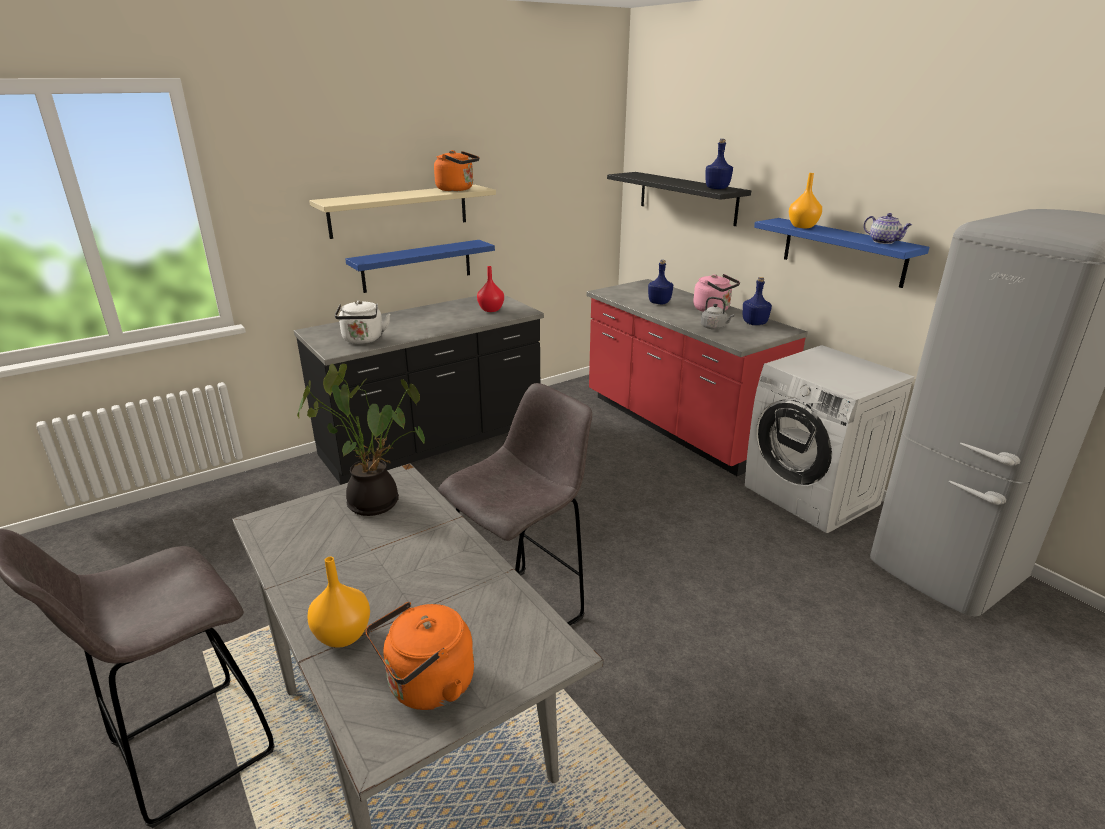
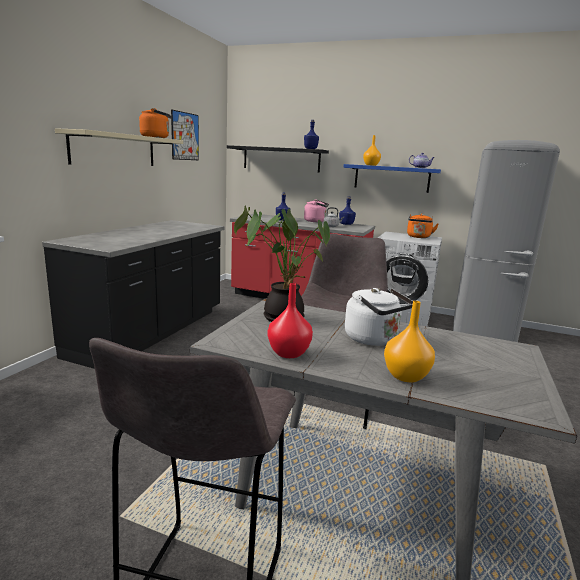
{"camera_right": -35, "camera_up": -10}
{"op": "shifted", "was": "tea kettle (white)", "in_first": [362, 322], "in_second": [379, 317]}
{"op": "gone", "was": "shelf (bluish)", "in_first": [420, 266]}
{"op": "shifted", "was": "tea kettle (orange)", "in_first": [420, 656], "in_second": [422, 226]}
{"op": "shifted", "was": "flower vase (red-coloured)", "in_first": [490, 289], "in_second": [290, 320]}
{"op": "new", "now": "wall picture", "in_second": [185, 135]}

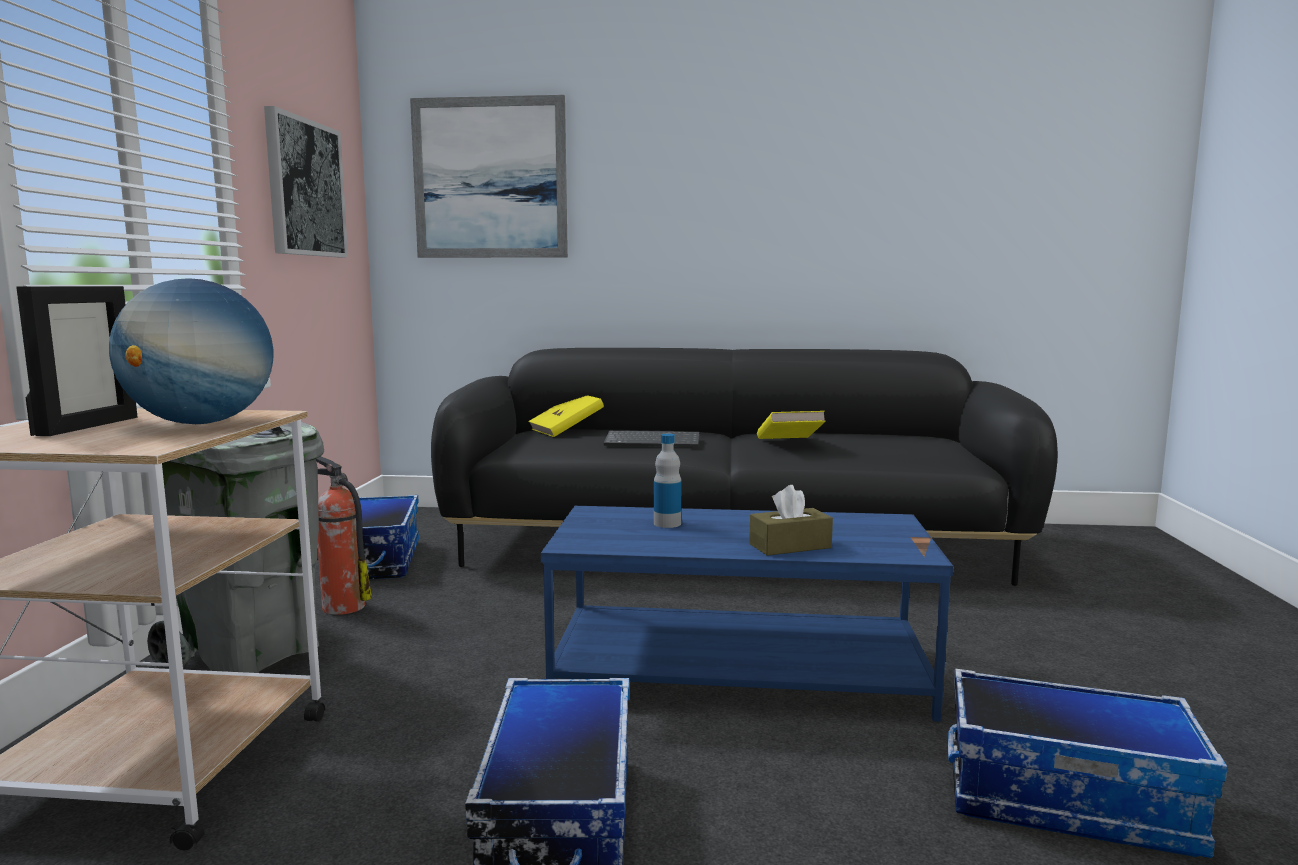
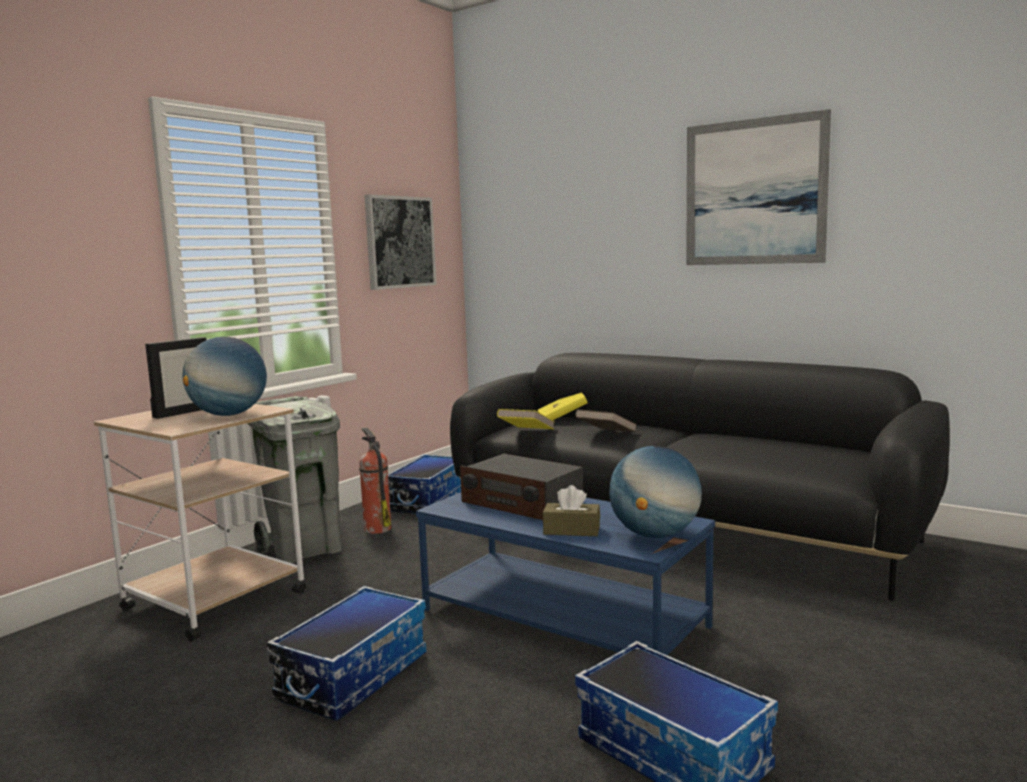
{"camera_right": 30, "camera_up": 0}
{"op": "shifted", "was": "wall picture", "in_first": [489, 176], "in_second": [758, 187]}
{"op": "swapped", "was": "computer keyboard", "now": "volume (brown-coloured)", "in_first": [651, 439], "in_second": [606, 420]}
{"op": "swapped", "was": "drink bottle", "now": "radio set", "in_first": [667, 481], "in_second": [521, 487]}
{"op": "shifted", "was": "volume (yellow-coloured)", "in_first": [791, 425], "in_second": [526, 419]}
{"op": "new", "now": "globe", "in_second": [655, 492]}

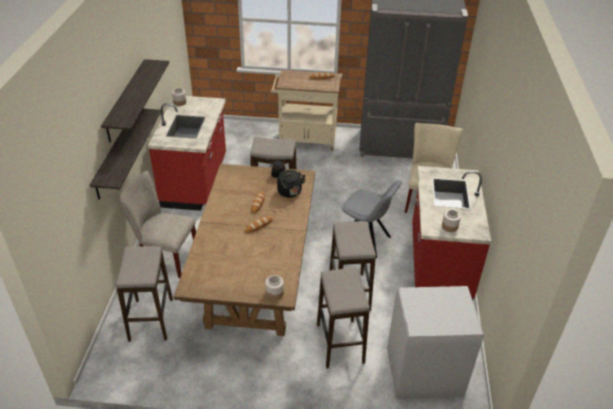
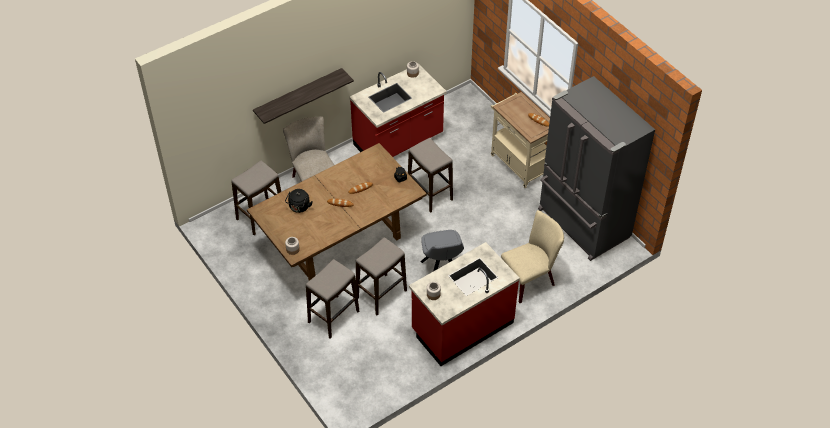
{"camera_right": 50, "camera_up": 10}
{"op": "gone", "was": "shelf", "in_first": [135, 100]}
{"op": "shifted", "was": "tea kettle (black-coloured)", "in_first": [291, 184], "in_second": [299, 201]}
{"op": "gone", "was": "laundry machine (white)", "in_first": [435, 342]}

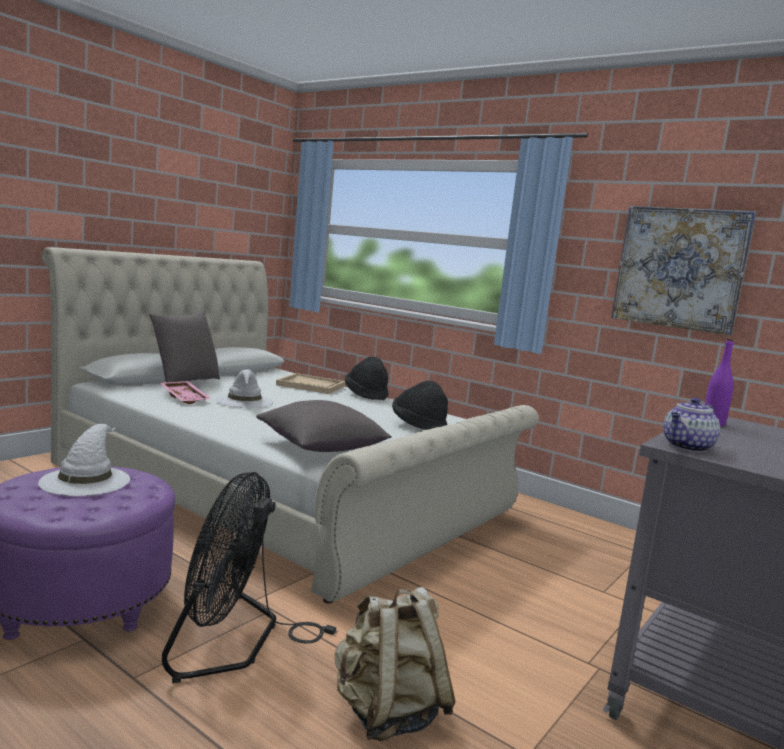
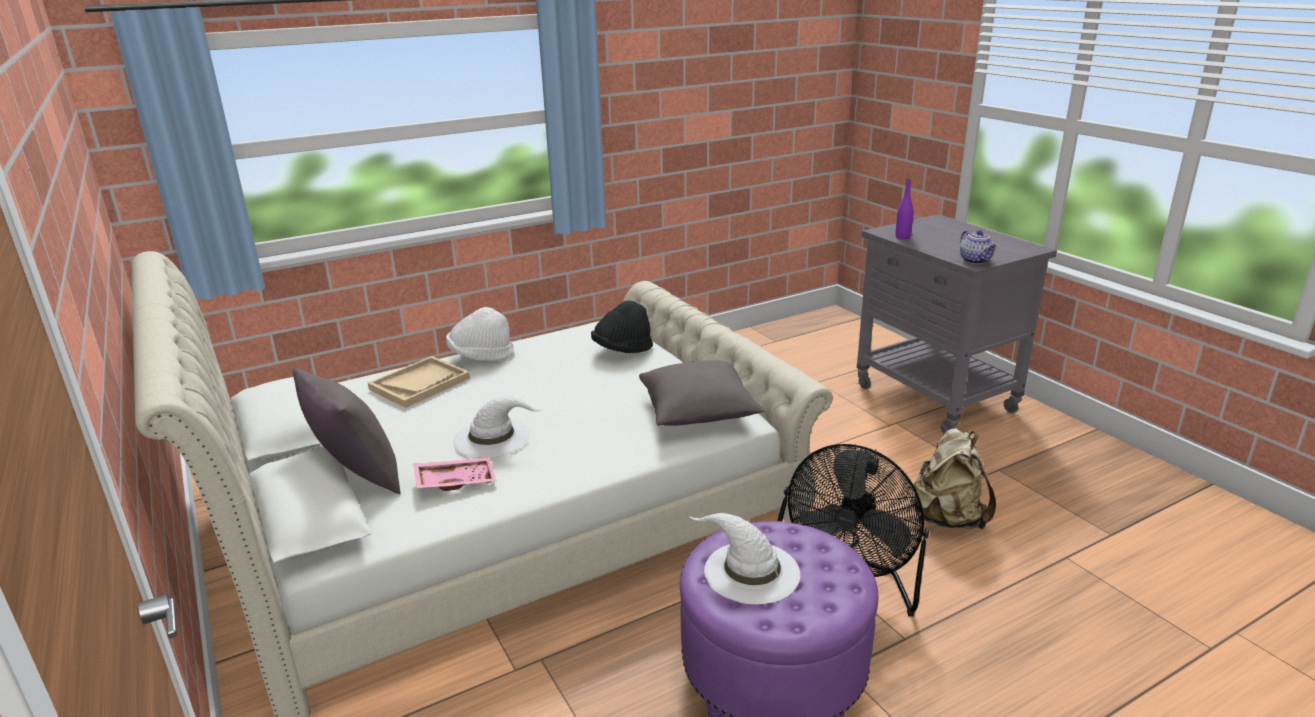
{"camera_right": -65, "camera_up": 15}
{"op": "repainted", "was": "hat (black-coloured)", "now": "hat (white)", "in_first": [367, 378], "in_second": [480, 334]}
{"op": "gone", "was": "wall picture", "in_first": [683, 270]}

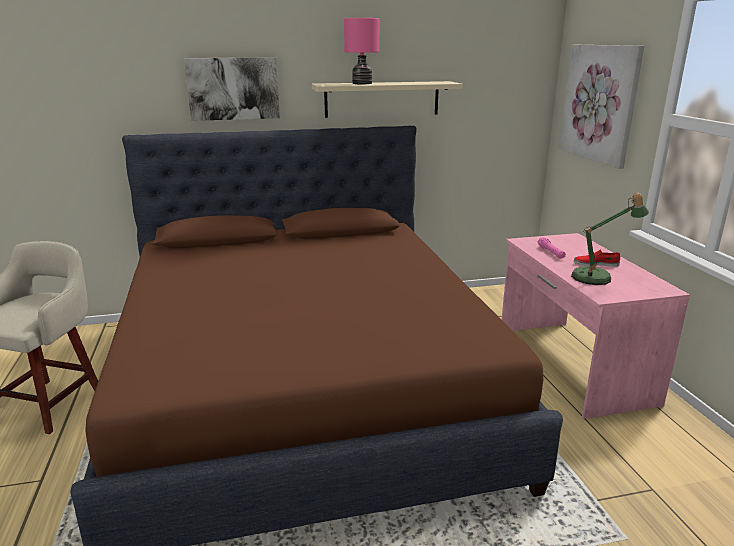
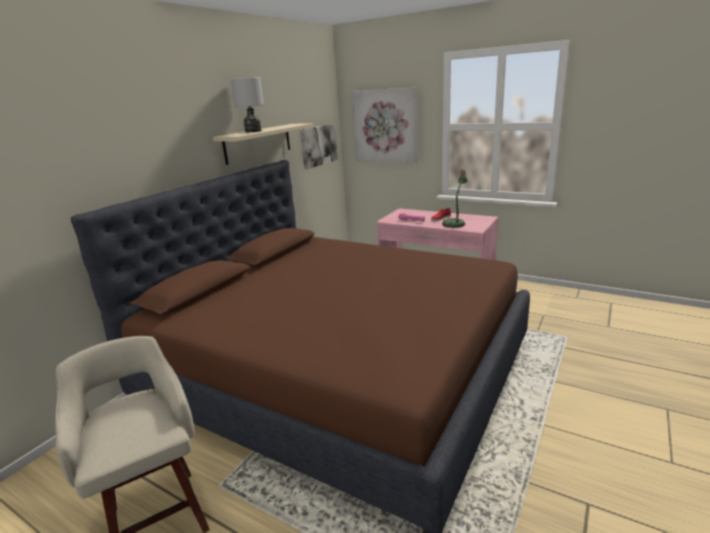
{"camera_right": -45, "camera_up": 0}
{"op": "shifted", "was": "wall picture", "in_first": [232, 89], "in_second": [319, 146]}
{"op": "repainted", "was": "lamp for a table (pink-coloured)", "now": "lamp for a table (gray)", "in_first": [362, 51], "in_second": [247, 104]}

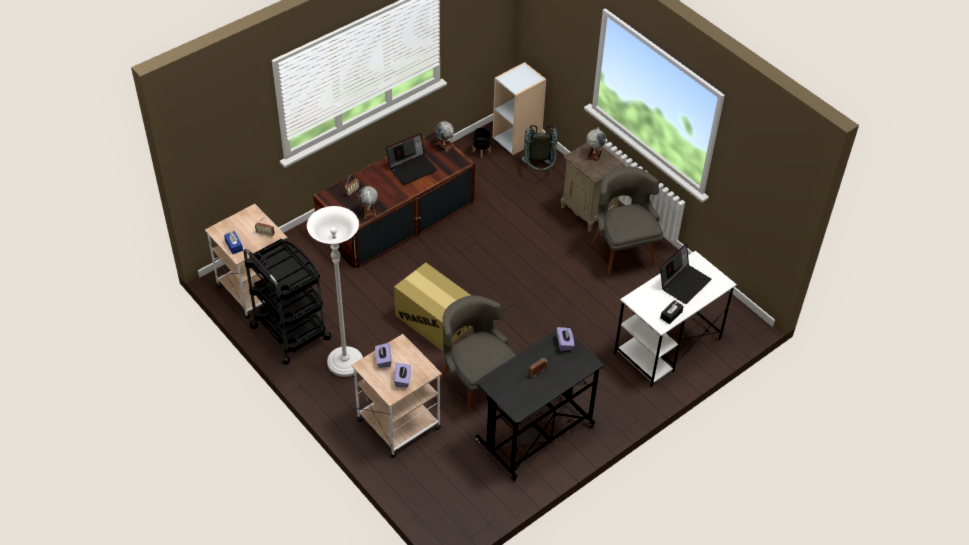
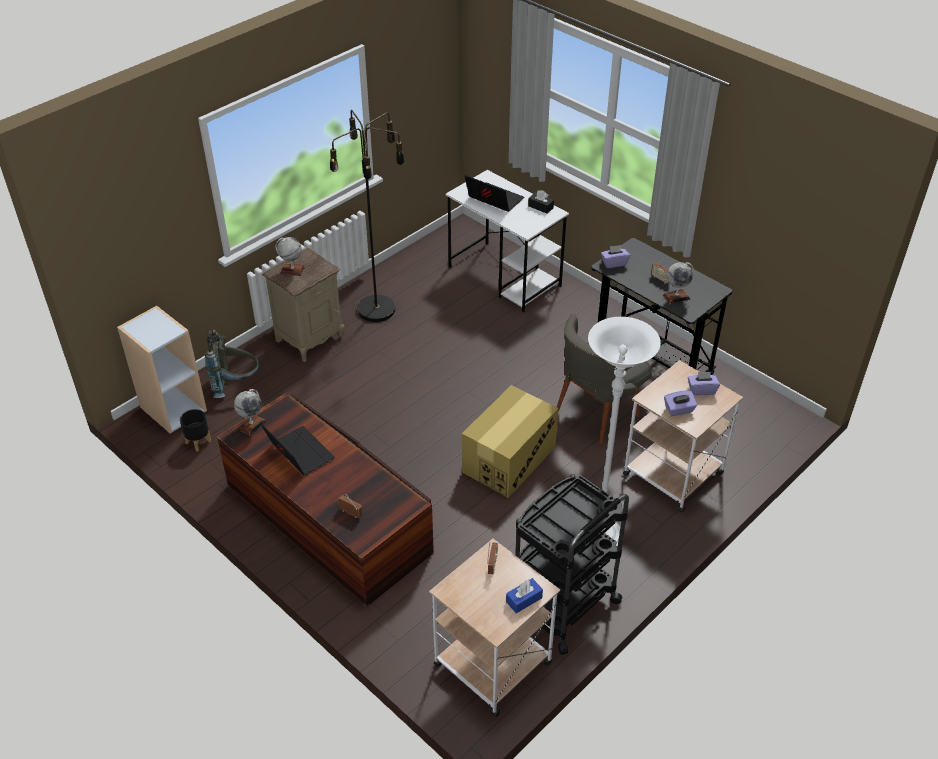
{"camera_right": -95, "camera_up": -5}
{"op": "shifted", "was": "globe", "in_first": [368, 202], "in_second": [678, 283]}
{"op": "swapped", "was": "plain chair (gray)", "now": "standing lamp", "in_first": [627, 221], "in_second": [367, 216]}

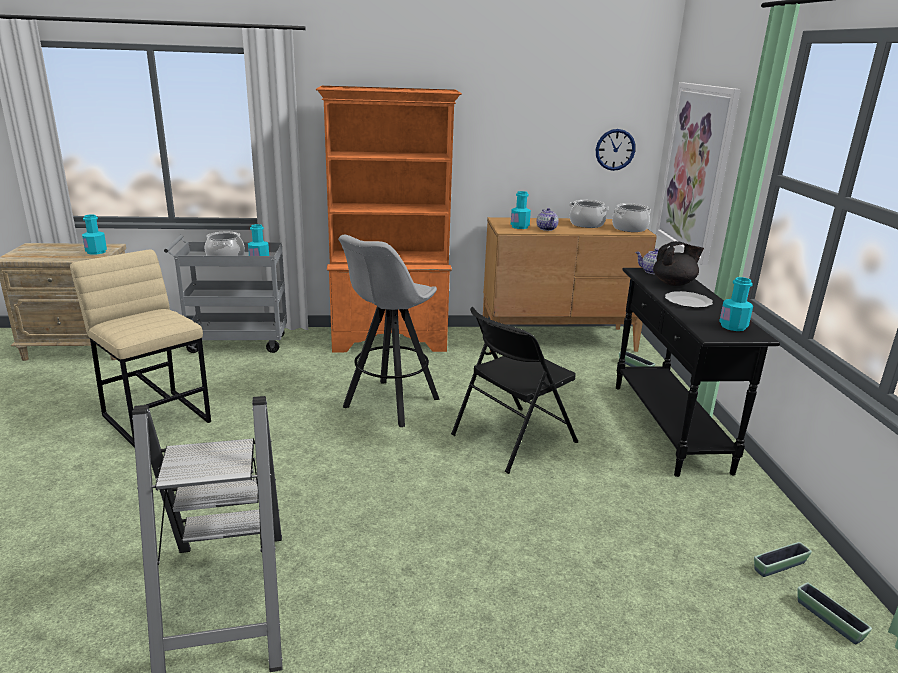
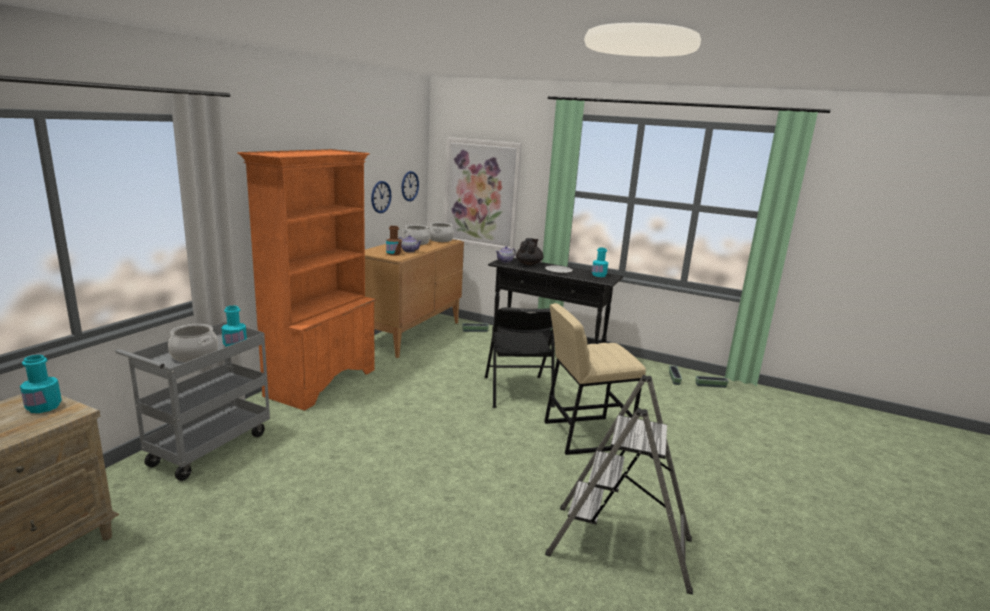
{"camera_right": -60, "camera_up": -5}
{"op": "shifted", "was": "plain chair (sand-coloured)", "in_first": [140, 349], "in_second": [595, 379]}
{"op": "gone", "was": "sitting stool (gray)", "in_first": [389, 331]}
{"op": "repainted", "was": "drink bottle (blue-green)", "now": "drink bottle (brown-coloured)", "in_first": [521, 210], "in_second": [393, 241]}
{"op": "new", "now": "wall clock", "in_second": [381, 197]}

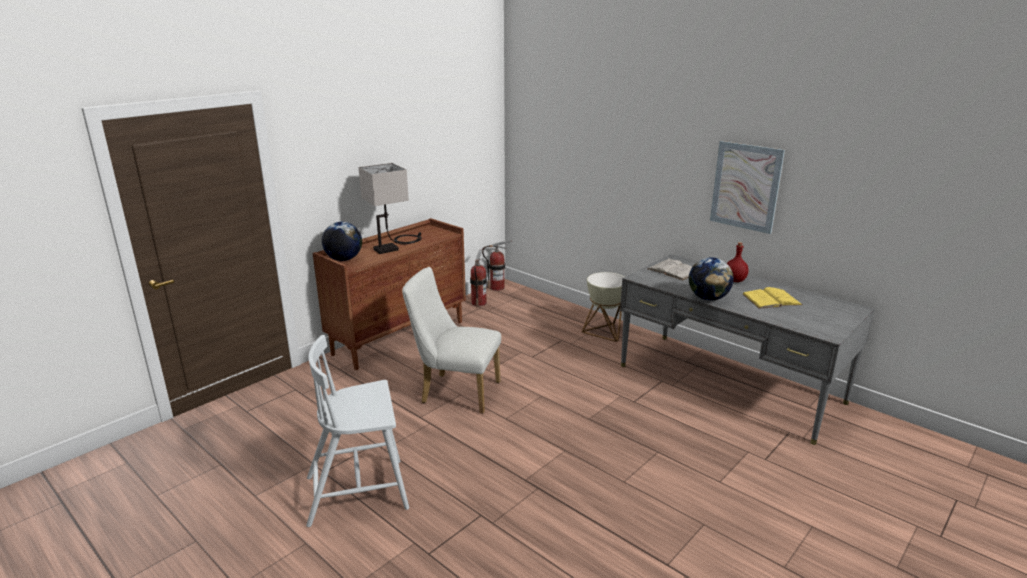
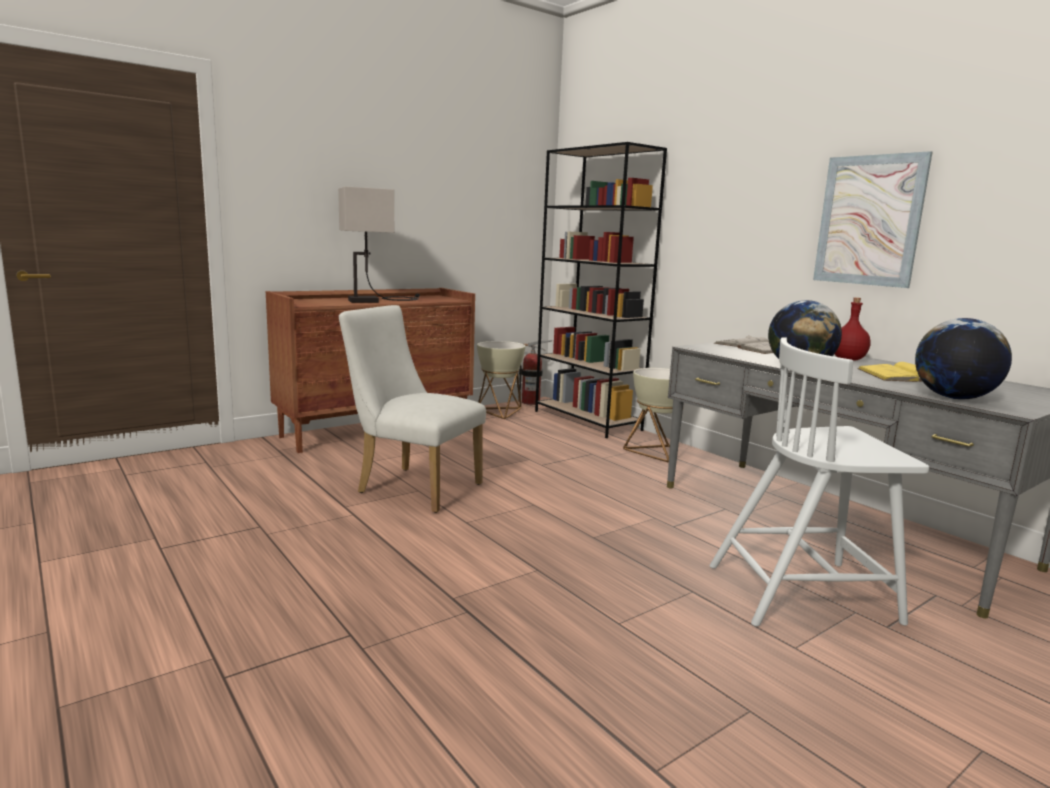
{"camera_right": 10, "camera_up": -10}
{"op": "shifted", "was": "plain chair (white)", "in_first": [357, 431], "in_second": [819, 482]}
{"op": "shifted", "was": "globe", "in_first": [342, 241], "in_second": [963, 358]}
{"op": "swapped", "was": "fire extinguisher", "now": "planter", "in_first": [478, 278], "in_second": [501, 380]}
{"op": "new", "now": "bookcase (sand-coloured)", "in_second": [601, 290]}

